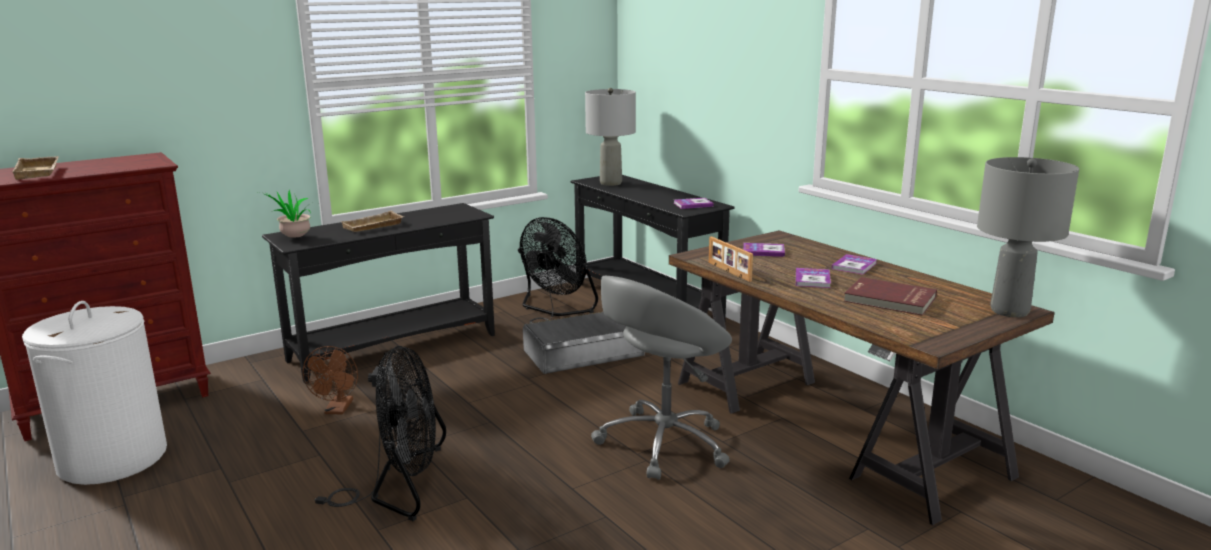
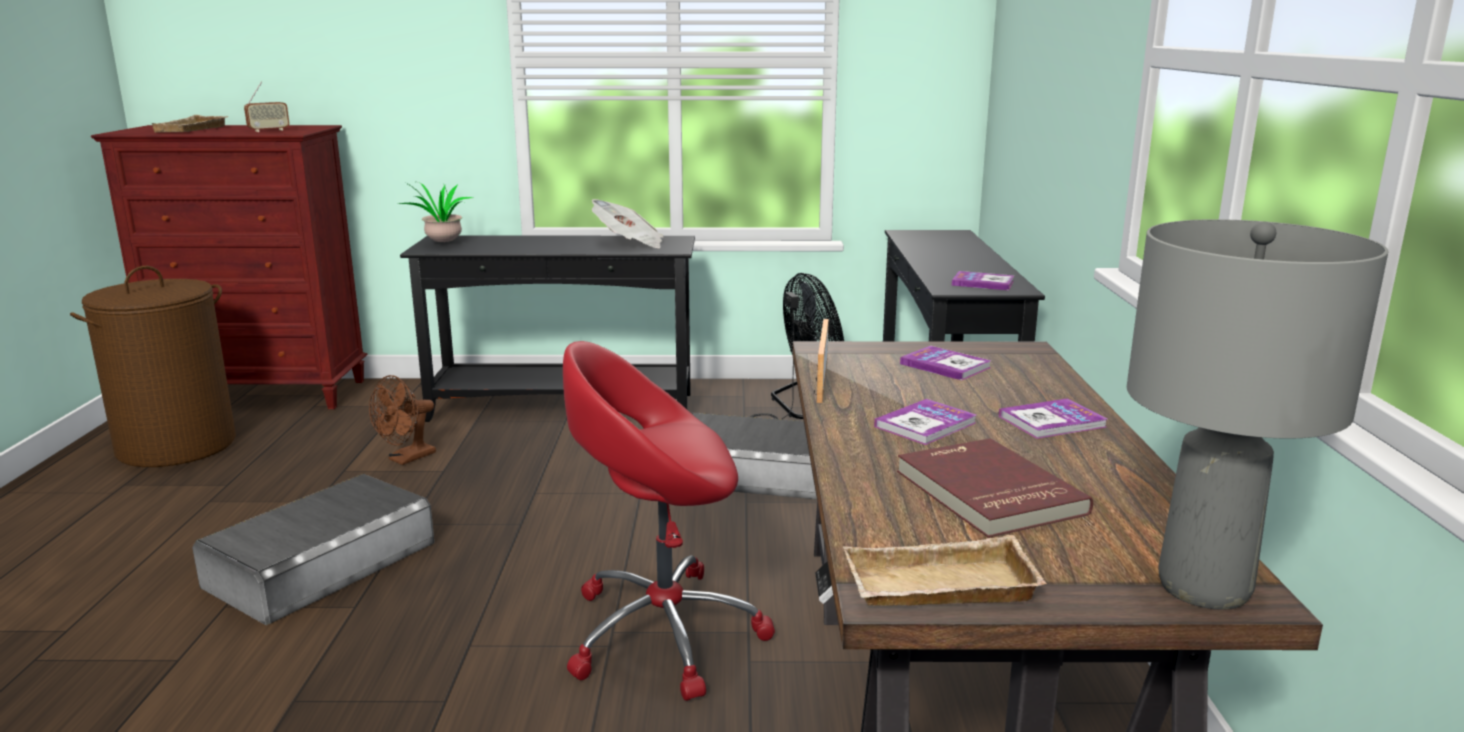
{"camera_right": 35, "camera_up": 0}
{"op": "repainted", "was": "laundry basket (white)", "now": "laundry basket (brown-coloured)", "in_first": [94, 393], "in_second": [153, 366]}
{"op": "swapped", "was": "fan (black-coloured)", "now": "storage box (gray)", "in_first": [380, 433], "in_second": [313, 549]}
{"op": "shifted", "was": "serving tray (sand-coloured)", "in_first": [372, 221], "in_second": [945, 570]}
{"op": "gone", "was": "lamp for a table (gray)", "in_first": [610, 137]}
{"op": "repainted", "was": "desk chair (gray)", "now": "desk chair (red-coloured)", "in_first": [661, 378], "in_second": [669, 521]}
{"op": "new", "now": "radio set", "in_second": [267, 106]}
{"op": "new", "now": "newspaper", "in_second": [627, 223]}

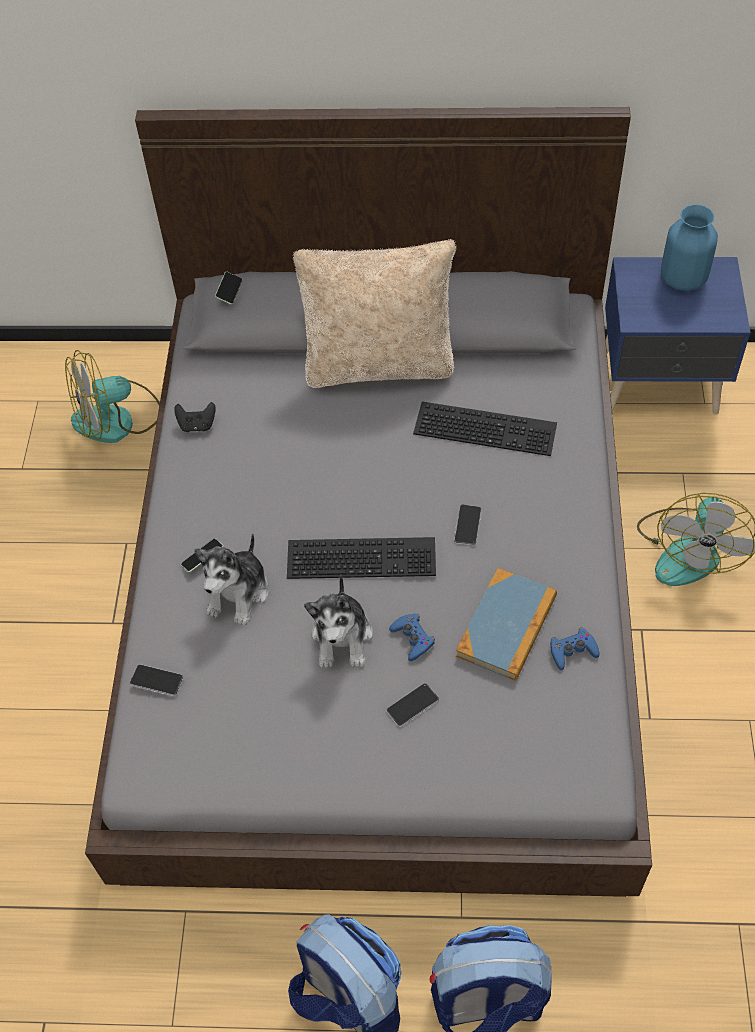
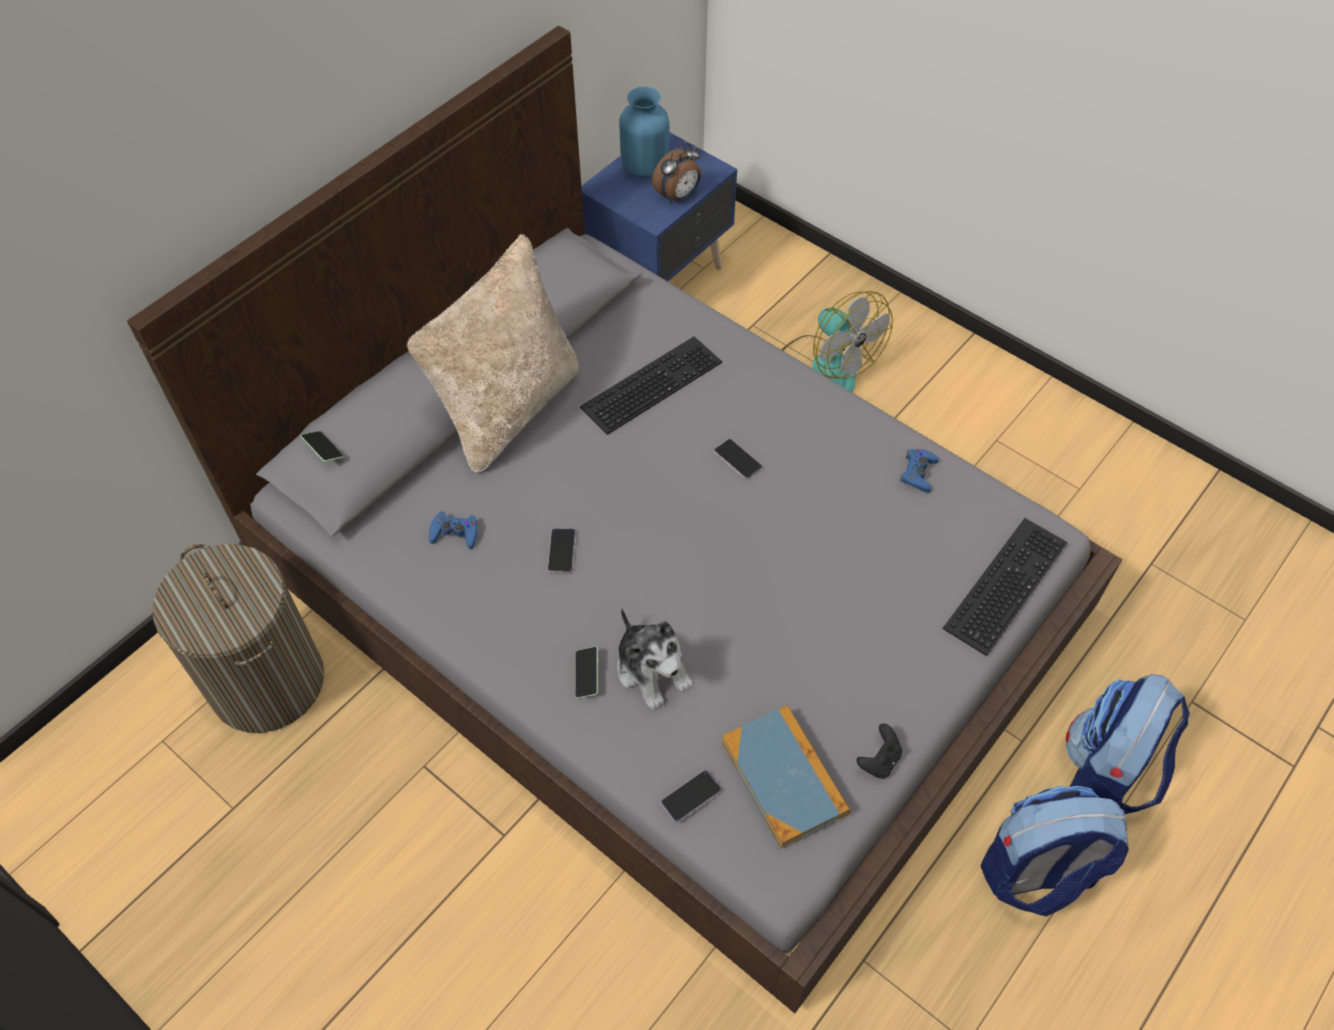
{"camera_right": -55, "camera_up": 0}
{"op": "swapped", "was": "fan", "now": "laundry basket", "in_first": [112, 396], "in_second": [238, 638]}
{"op": "shifted", "was": "gamepad (black-coloured)", "in_first": [195, 417], "in_second": [879, 751]}
{"op": "shifted", "was": "computer keyboard", "in_first": [361, 558], "in_second": [1005, 587]}
{"op": "gone", "was": "plush toy", "in_first": [338, 621]}
{"op": "shifted", "was": "telephone", "in_first": [412, 705], "in_second": [561, 550]}
{"op": "shifted", "was": "gamepad (bluish)", "in_first": [412, 637], "in_second": [453, 530]}
{"op": "shifted", "was": "volume", "in_first": [506, 624], "in_second": [785, 777]}
{"op": "new", "now": "alarm clock", "in_second": [676, 172]}

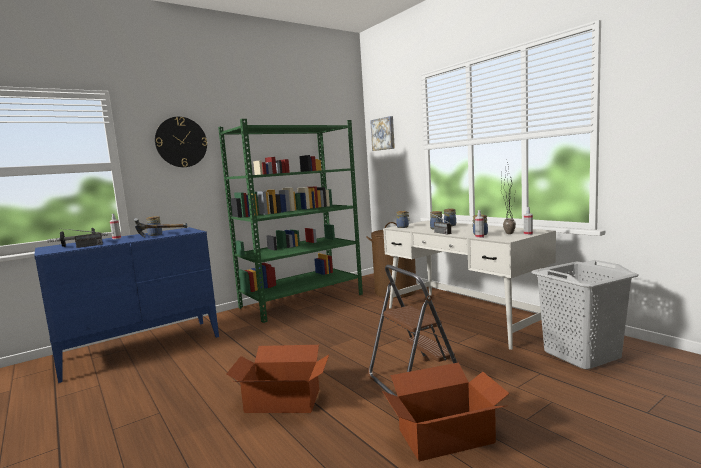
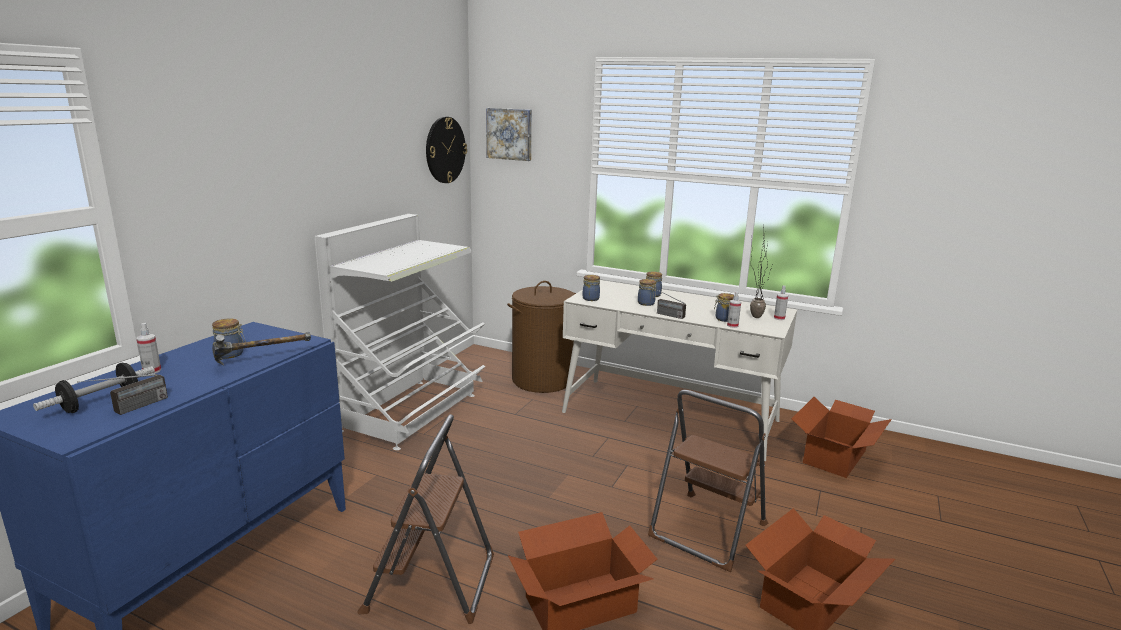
{"camera_right": -30, "camera_up": 10}
{"op": "shifted", "was": "wall clock", "in_first": [181, 142], "in_second": [446, 150]}
{"op": "swapped", "was": "bookcase (green-coloured)", "now": "shoe shelf (white)", "in_first": [290, 221], "in_second": [399, 332]}
{"op": "swapped", "was": "laundry basket (gray)", "now": "packing box", "in_first": [585, 314], "in_second": [842, 437]}
{"op": "new", "now": "step stool (brown-coloured)", "in_second": [426, 519]}

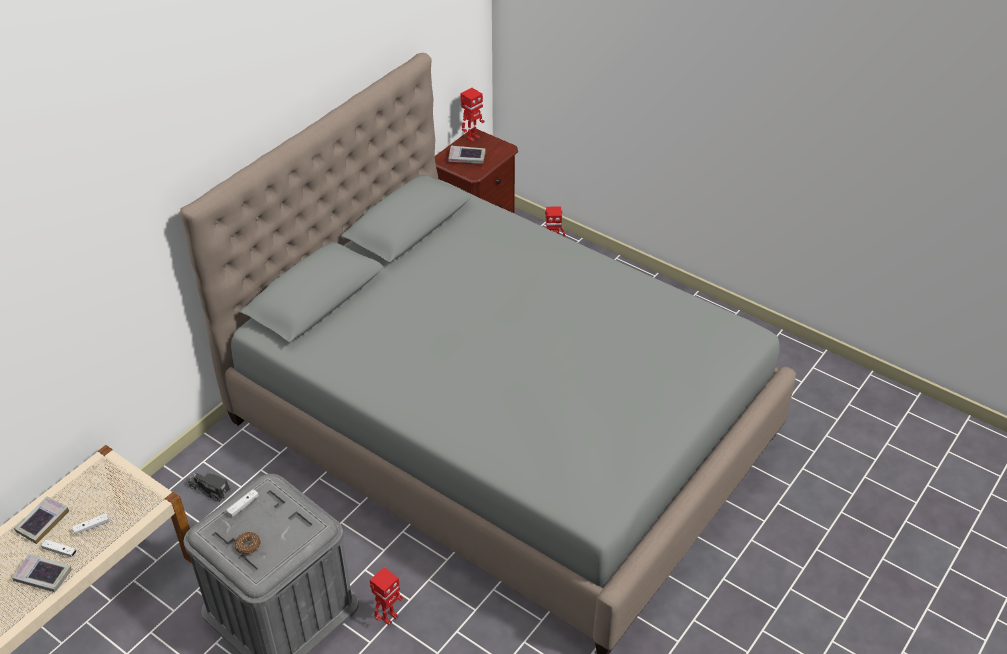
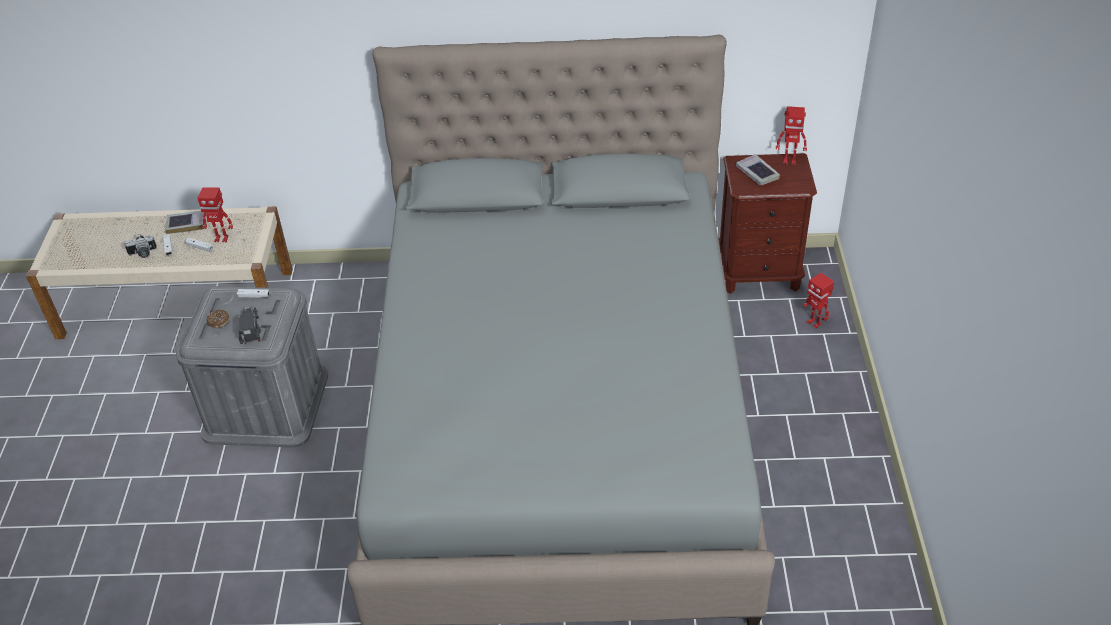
{"camera_right": 55, "camera_up": 0}
{"op": "swapped", "was": "volume", "now": "photo camera", "in_first": [42, 573], "in_second": [140, 246]}
{"op": "shifted", "was": "toy truck", "in_first": [209, 487], "in_second": [250, 325]}
{"op": "shifted", "was": "toy robot", "in_first": [386, 596], "in_second": [215, 214]}

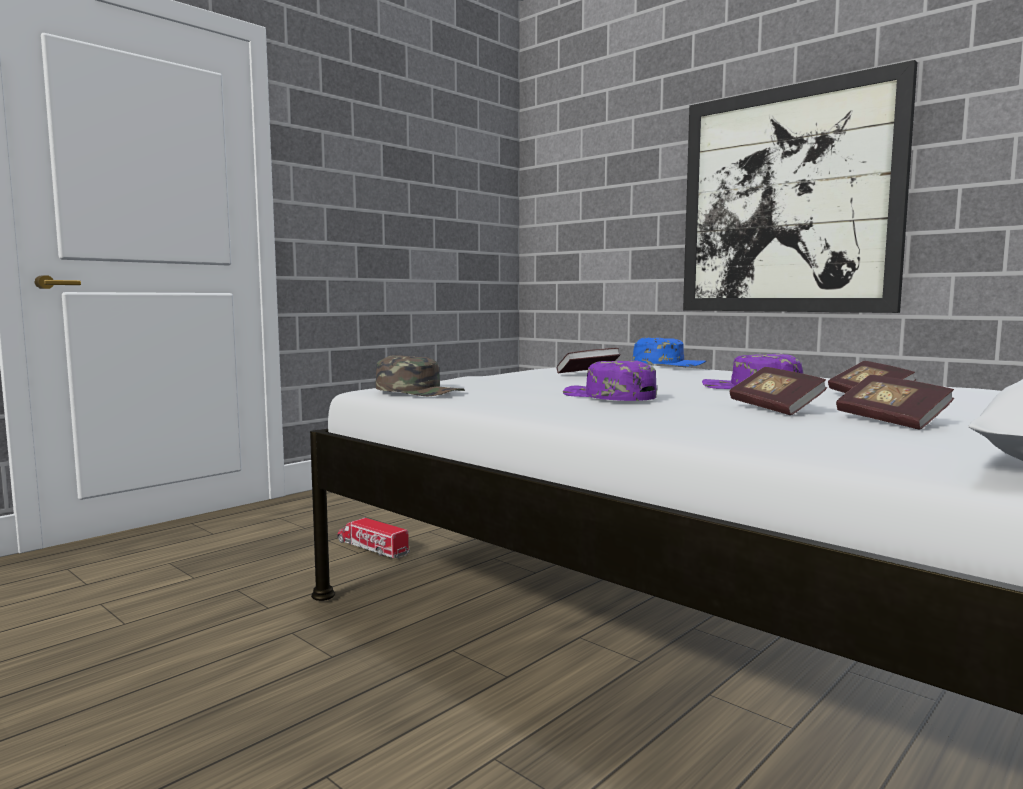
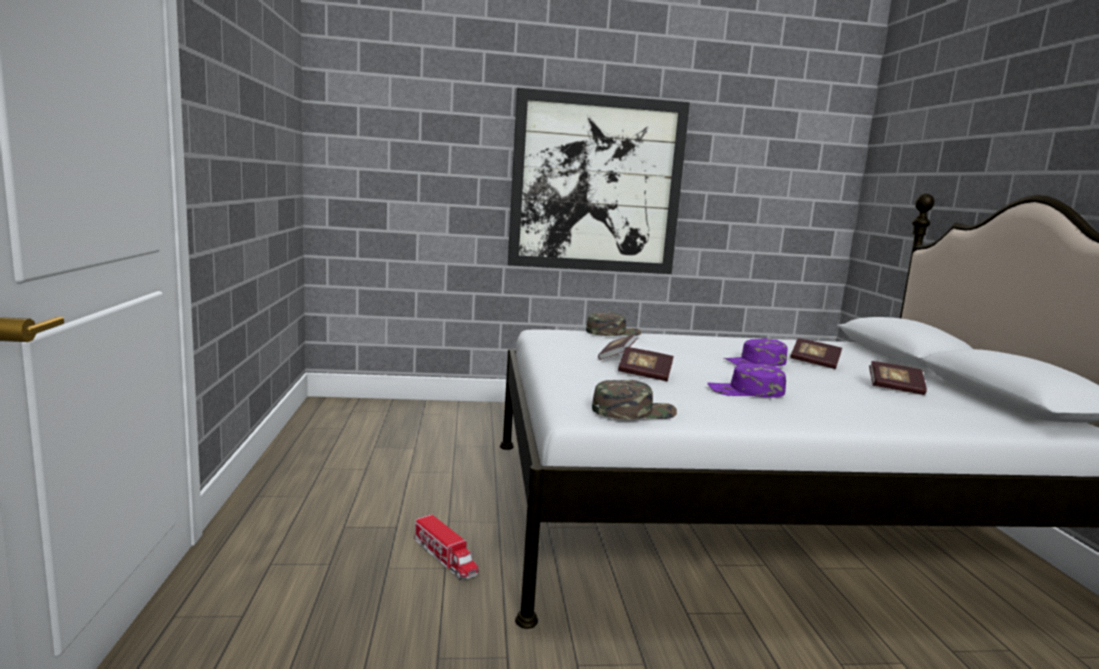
{"camera_right": -50, "camera_up": 5}
{"op": "rotated", "was": "toy truck", "in_first": [373, 537], "in_second": [446, 547], "clockwise": -120}
{"op": "repainted", "was": "cap (bluish)", "now": "cap (green-coloured)", "in_first": [670, 351], "in_second": [613, 324]}
{"op": "shifted", "was": "volume", "in_first": [778, 391], "in_second": [646, 364]}

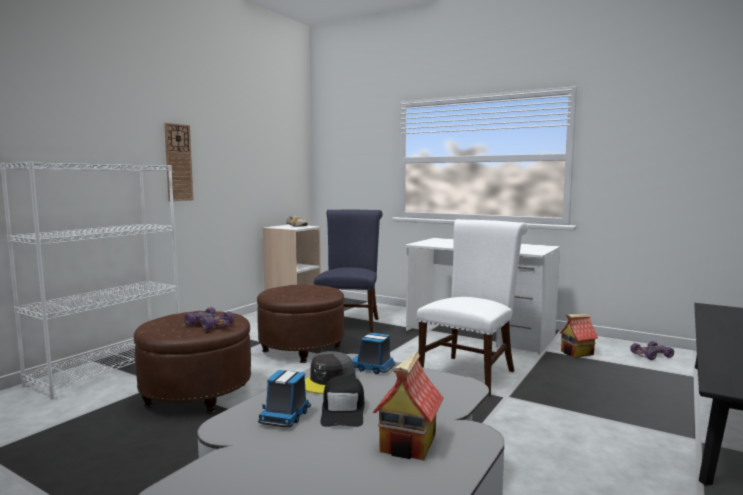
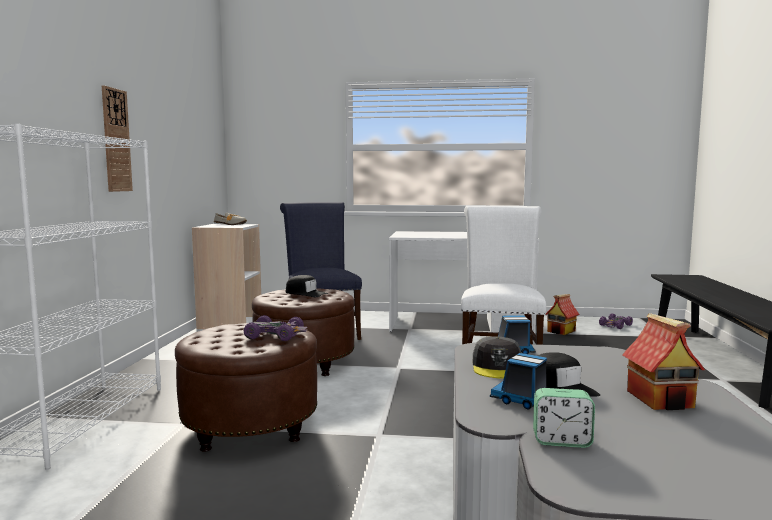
{"camera_right": -25, "camera_up": 0}
{"op": "rotated", "was": "toy truck", "in_first": [284, 398], "in_second": [518, 381], "clockwise": 135}
{"op": "new", "now": "cap (black-coloured)", "in_second": [306, 286]}
{"op": "new", "now": "alarm clock", "in_second": [564, 418]}

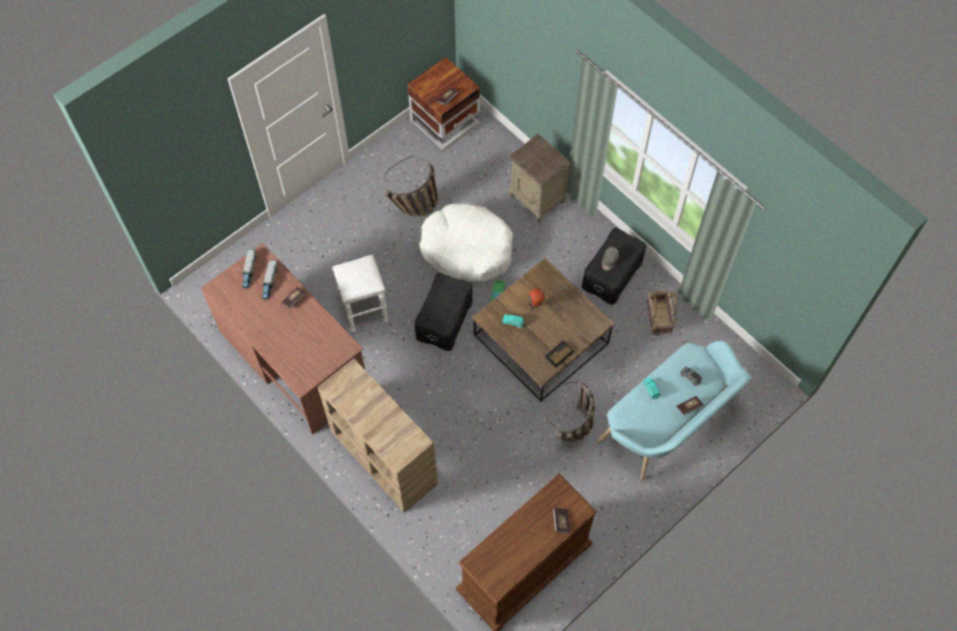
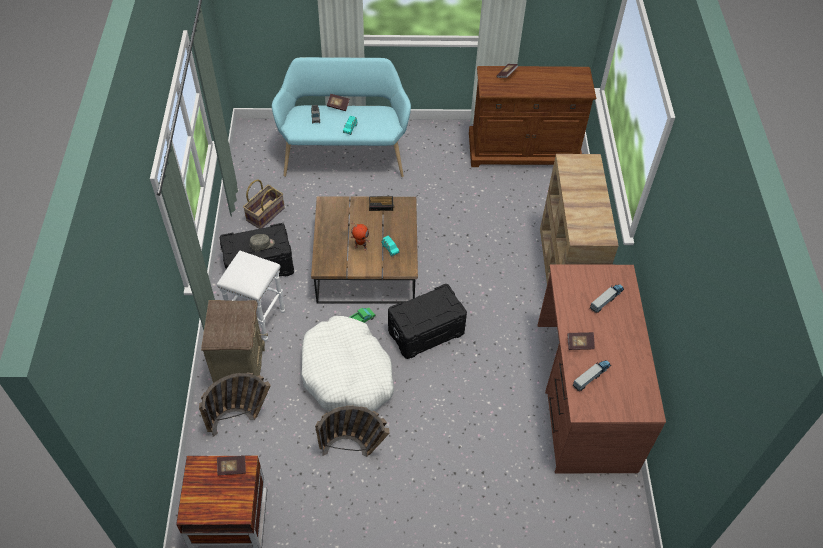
{"camera_right": -140, "camera_up": -10}
{"op": "shifted", "was": "toy truck", "in_first": [249, 268], "in_second": [607, 299]}
{"op": "shifted", "was": "sitting stool (white)", "in_first": [360, 293], "in_second": [251, 296]}
{"op": "shifted", "was": "household basket", "in_first": [571, 412], "in_second": [235, 404]}

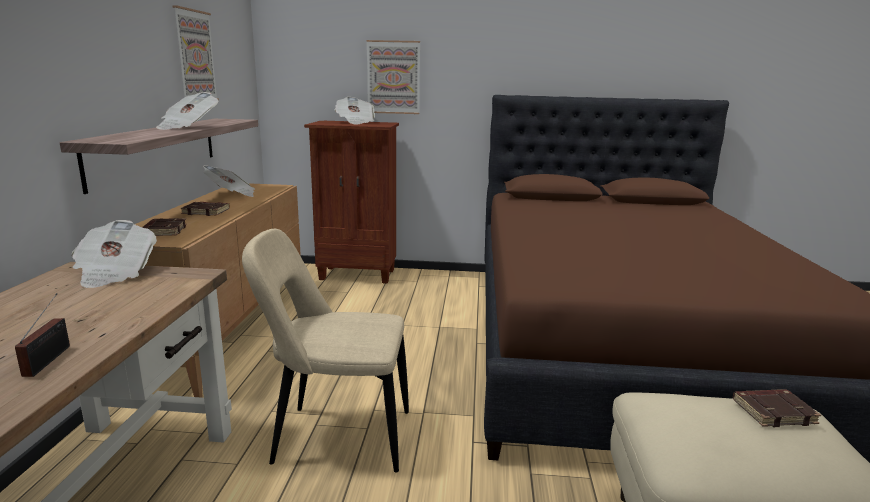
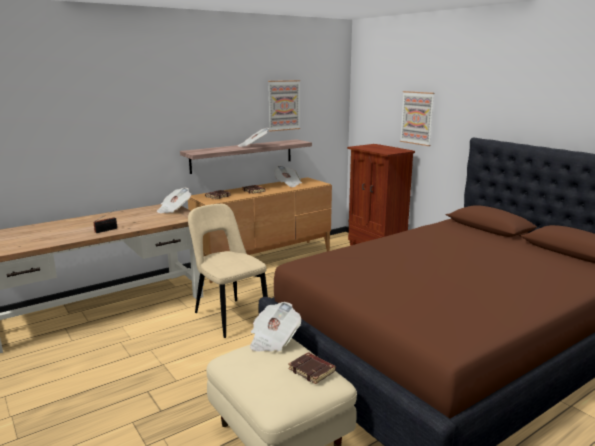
{"camera_right": 50, "camera_up": 0}
{"op": "shifted", "was": "newspaper", "in_first": [355, 111], "in_second": [275, 327]}

